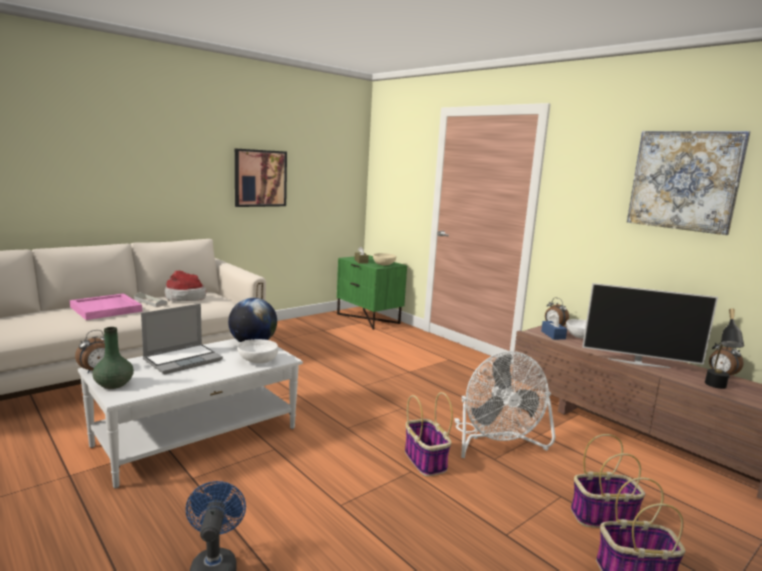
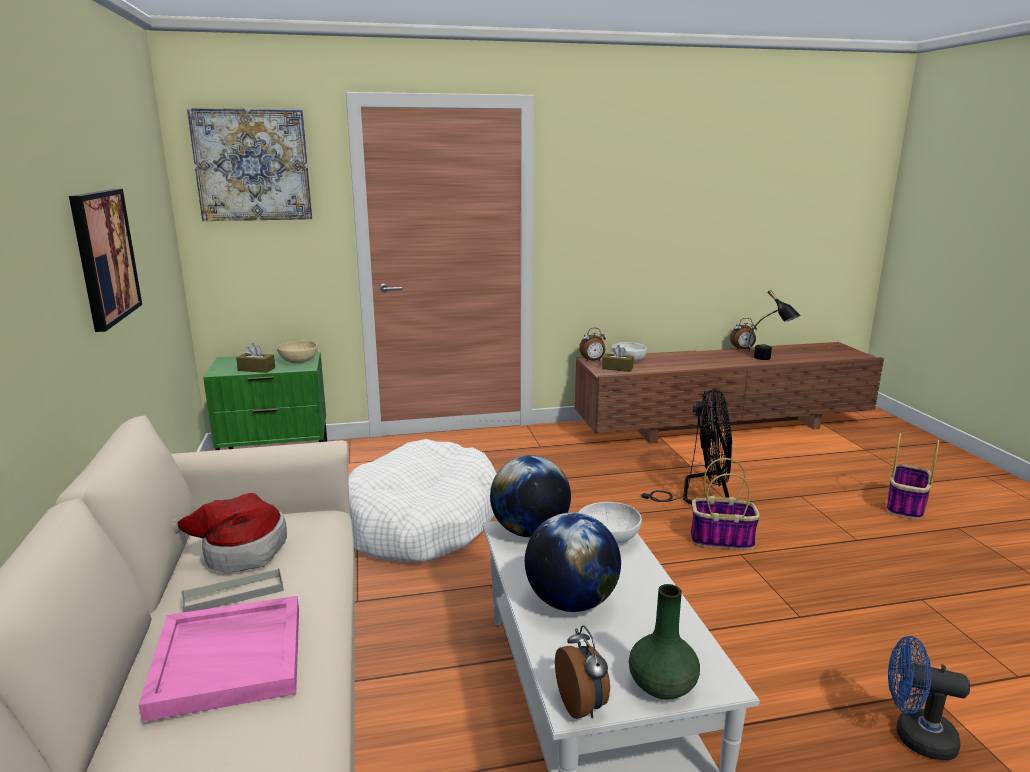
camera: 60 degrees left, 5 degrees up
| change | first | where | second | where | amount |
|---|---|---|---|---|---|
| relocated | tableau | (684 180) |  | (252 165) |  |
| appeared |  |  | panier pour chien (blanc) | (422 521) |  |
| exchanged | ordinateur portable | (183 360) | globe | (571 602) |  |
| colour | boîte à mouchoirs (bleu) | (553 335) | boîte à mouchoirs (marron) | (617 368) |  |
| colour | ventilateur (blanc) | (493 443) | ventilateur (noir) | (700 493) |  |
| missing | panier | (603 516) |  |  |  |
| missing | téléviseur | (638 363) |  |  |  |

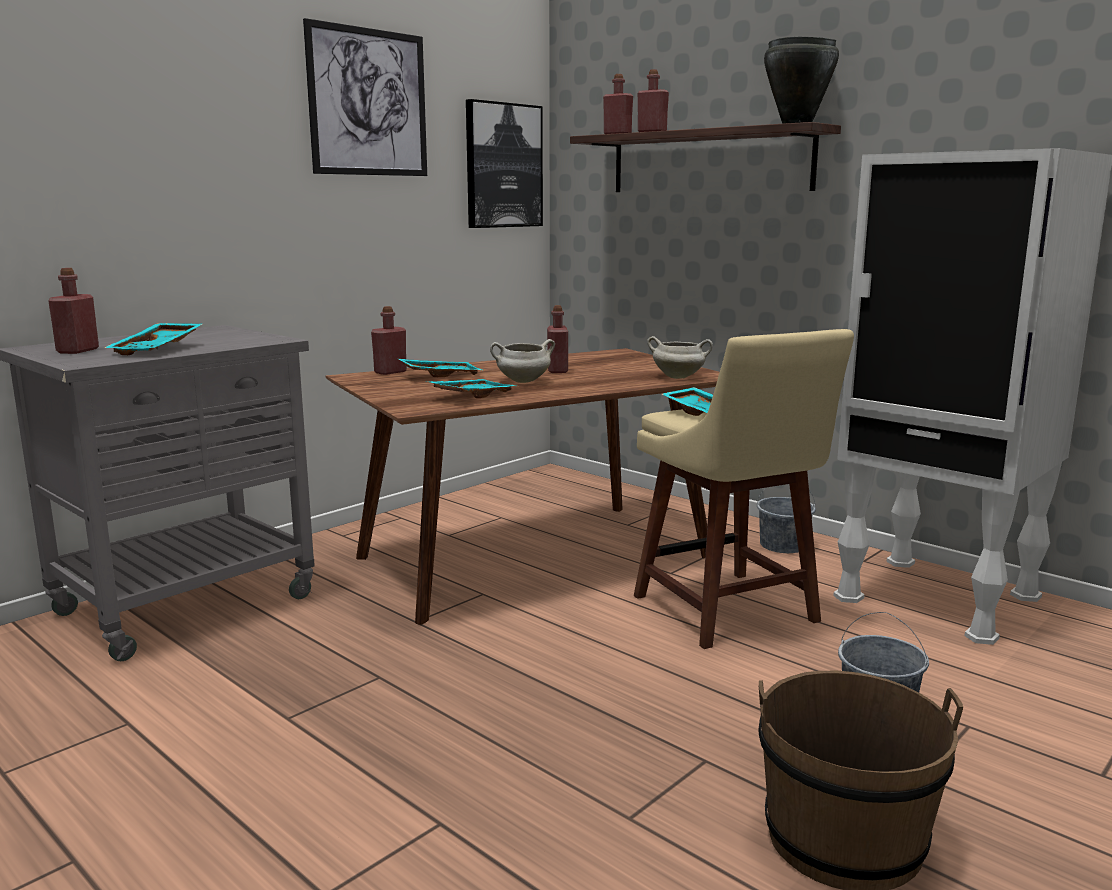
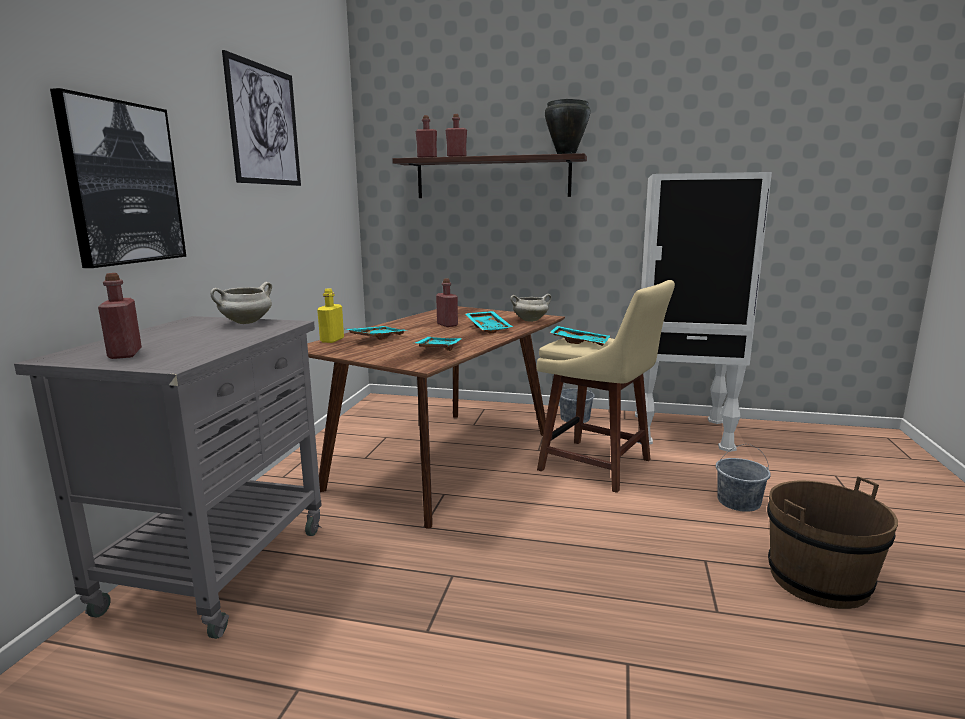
camera: 30 degrees left, 0 degrees up
| change | first | where | second | where | amount |
|---|---|---|---|---|---|
| relocated | tableau | (503 166) |  | (122 183) |  |
| relocated | marmite (blanc) | (522 381) |  | (246 323) |  |
| colour | bouteille (rouge) | (390 372) | bouteille (jaune) | (332 340) |  |
| relocated | plateau (turquoise) | (159 349) |  | (489 328) |  |

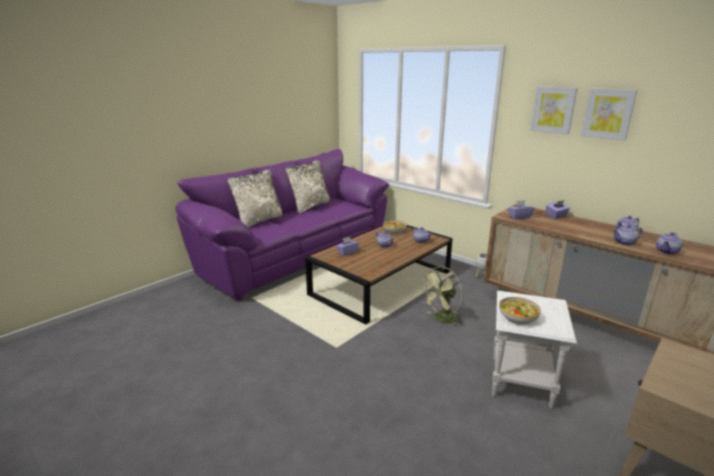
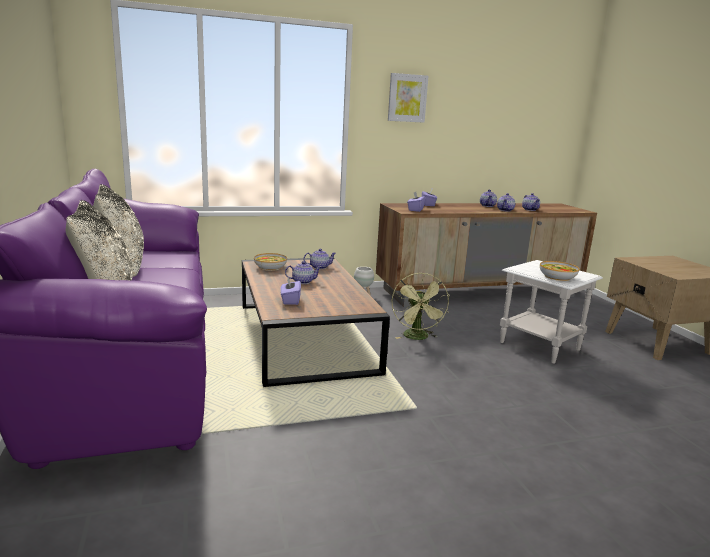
camera: 60 degrees left, 5 degrees down
| change | first | where | second | where | amount |
|---|---|---|---|---|---|
| missing | tableau | (608 114) |  |  |  |

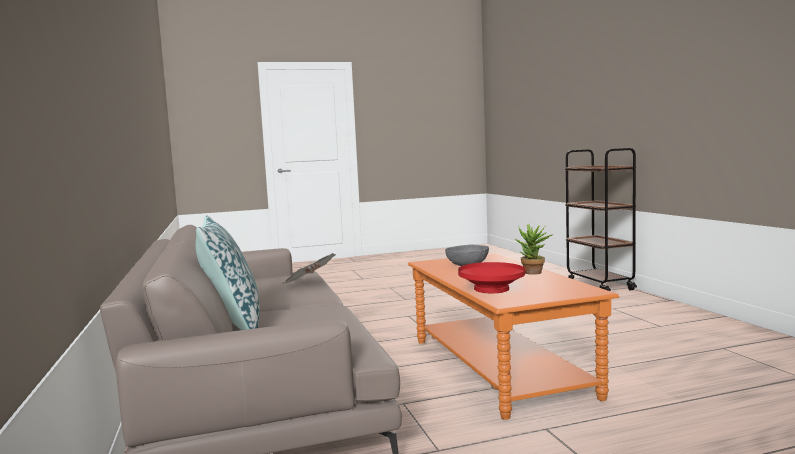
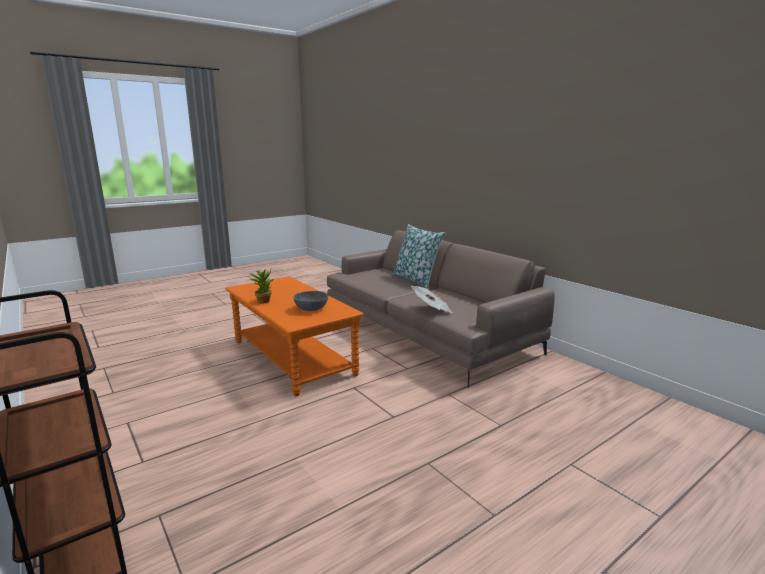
camera: 160 degrees right, 10 degrees up
| change | first | where | second | where | amount |
|---|---|---|---|---|---|
| missing | bol (rouge) | (492 289) |  |  |  |

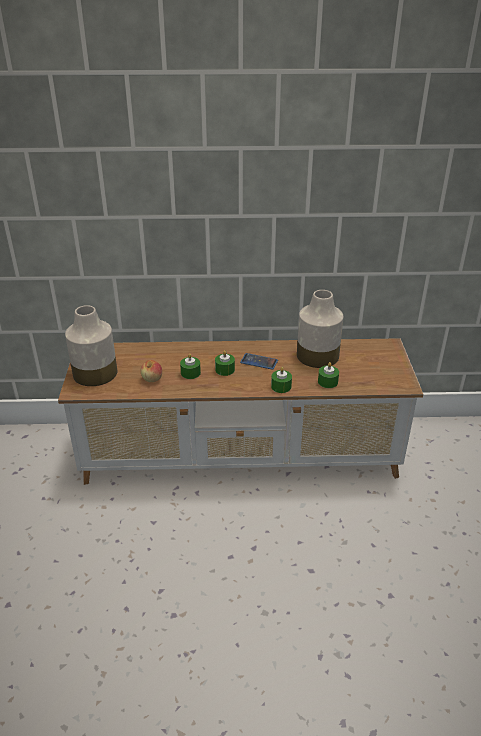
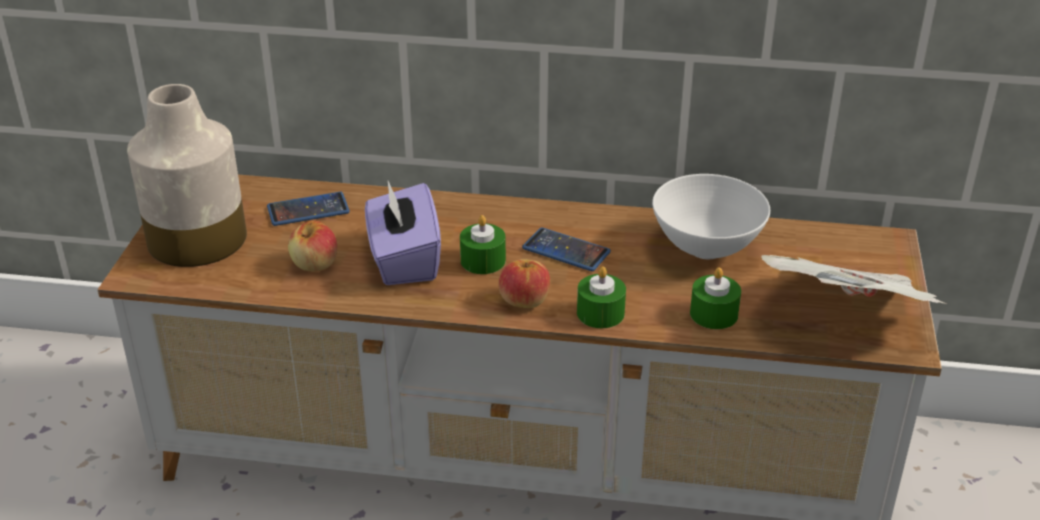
camera: 10 degrees right, 0 degrees up
| change | first | where | second | where | amount |
|---|---|---|---|---|---|
| appeared |  |  | téléphone | (308 210) |  |
| exchanged | bougie (vert) | (190 373) | boîte à mouchoirs (violet) | (404 260) |  |
| appeared |  |  | pomme | (524 300) |  |
| exchanged | vase (beige) | (318 355) | bol (blanc) | (707 249) |  |
| appeared |  |  | journal | (849 317) |  |

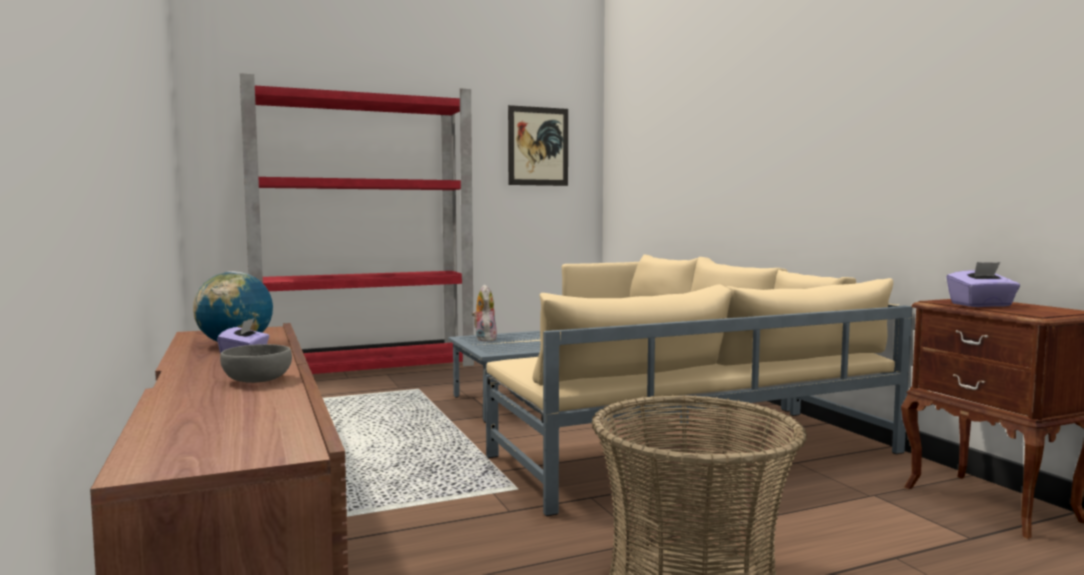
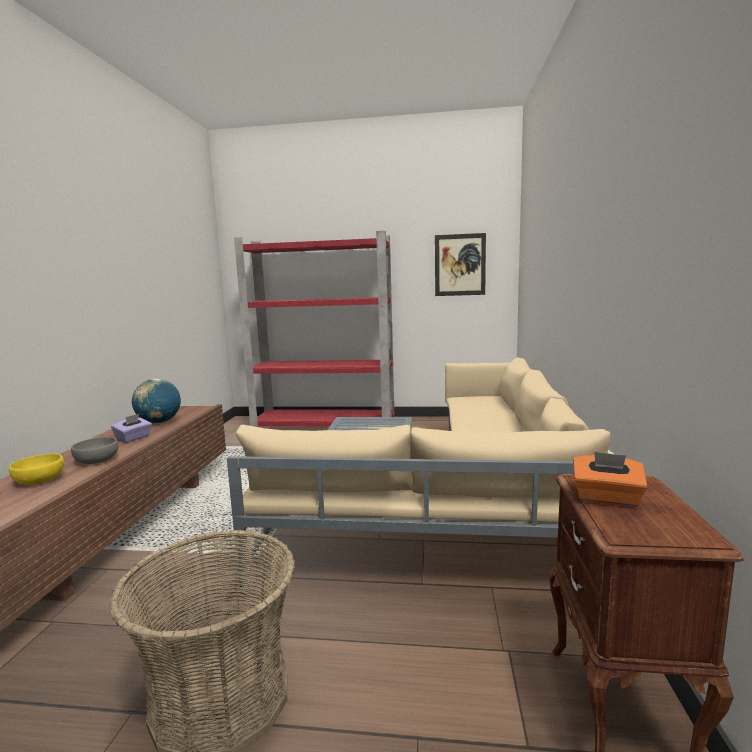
camera: 30 degrees right, 5 degrees up
| change | first | where | second | where | amount |
|---|---|---|---|---|---|
| appeared |  |  | bol (jaune) | (39 480) |  |
| colour | boîte à mouchoirs (violet) | (981 305) | boîte à mouchoirs (orange) | (606 498) |  |
| missing | peluche | (484 339) |  |  |  |

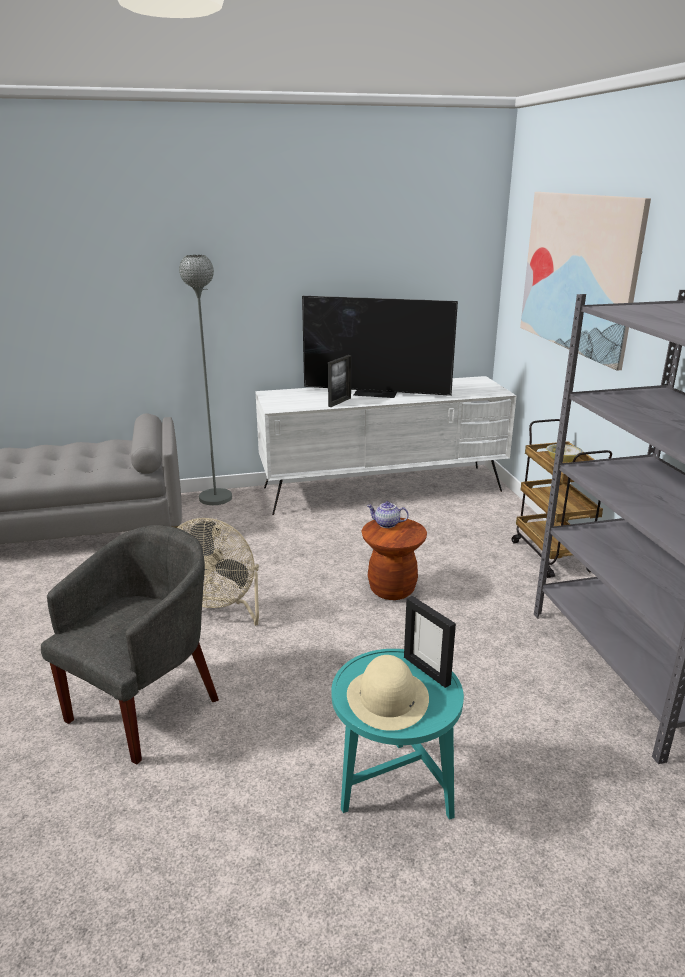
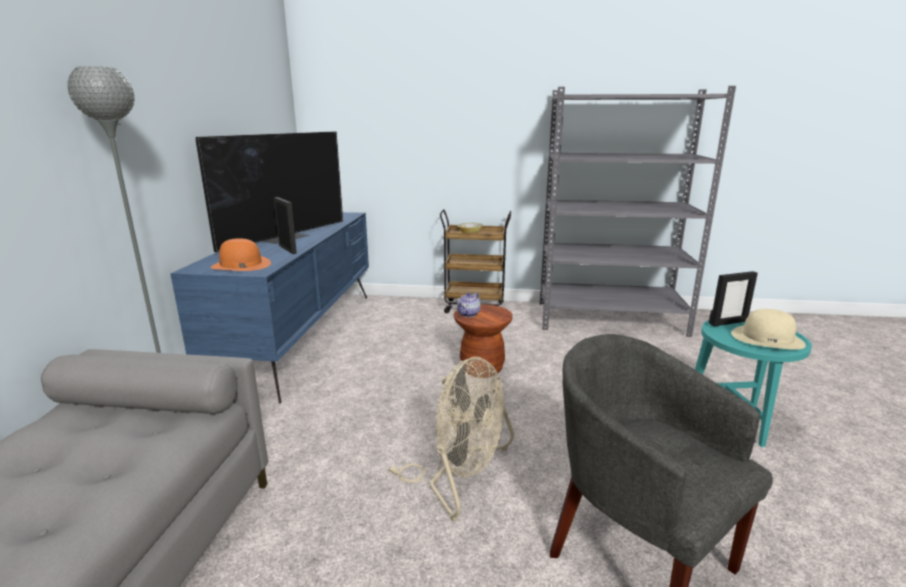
camera: 70 degrees left, 5 degrees down
| change | first | where | second | where | amount |
|---|---|---|---|---|---|
| colour | meuble télé (blanc) | (383 489) | meuble télé (bleu) | (302 337) |  |
| appeared |  |  | chapeau (orange) | (241 265) |  |
| missing | tableau | (578 273) |  |  |  |

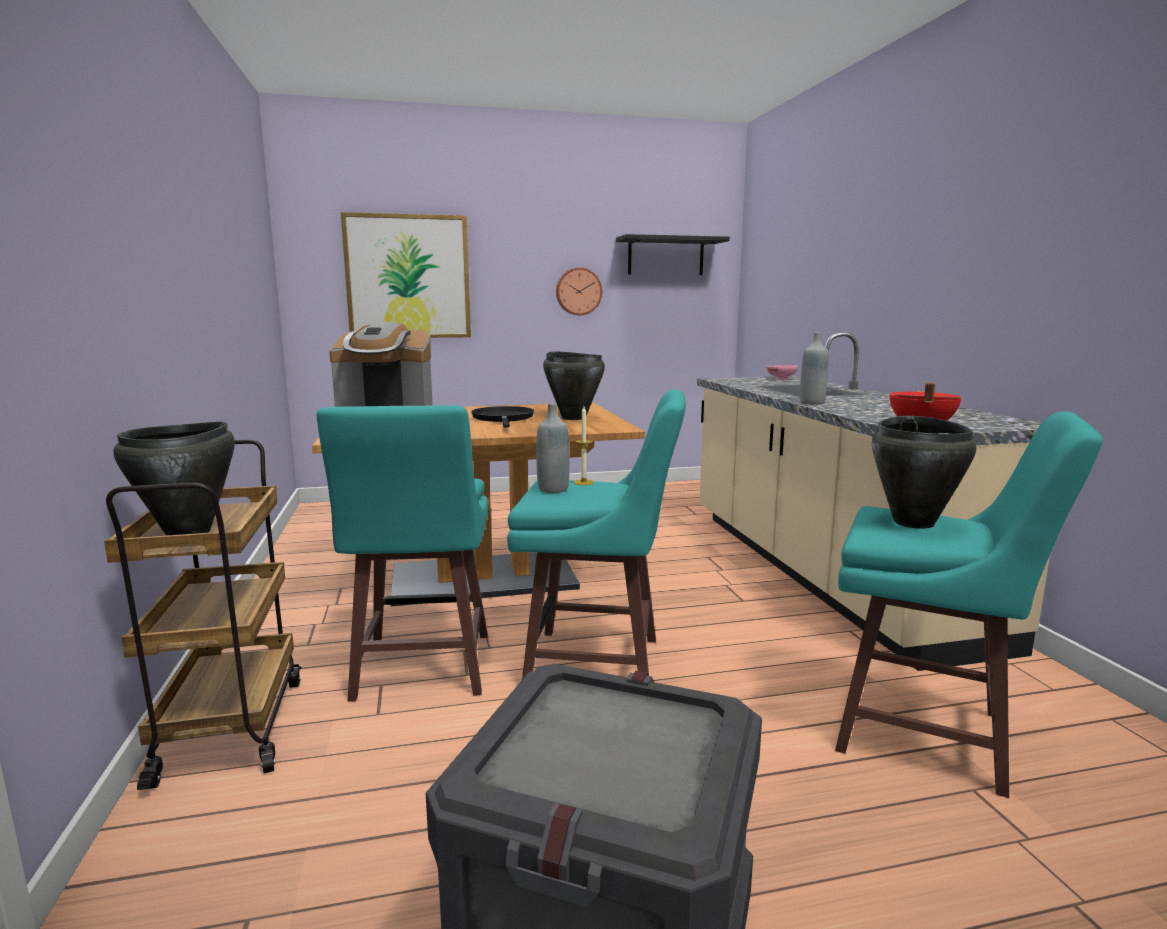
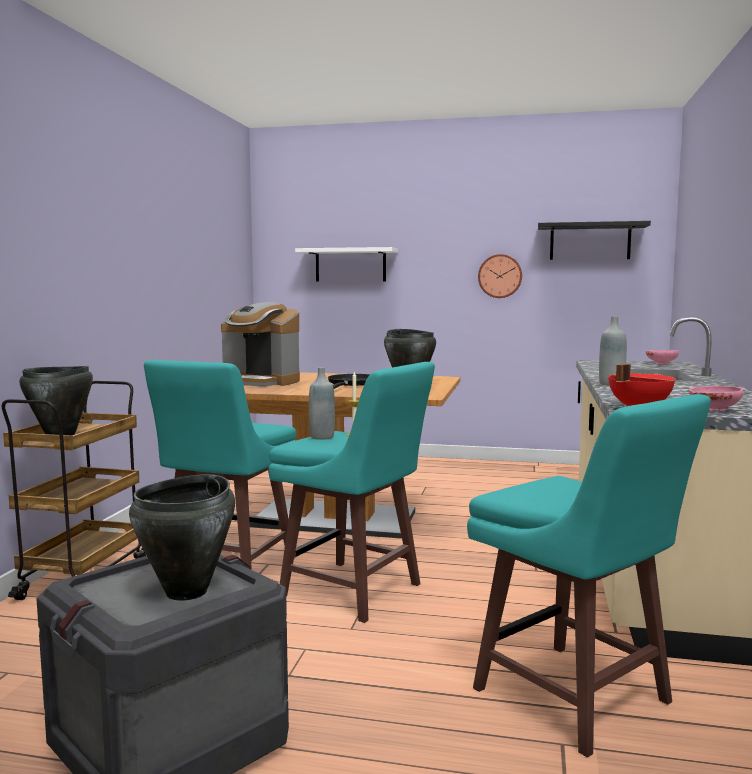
camera: 25 degrees right, 5 degrees down
| change | first | where | second | where | amount |
|---|---|---|---|---|---|
| relocated | marmite (noir) | (914 522) |  | (188 592) |  |
| exchanged | tableau | (408 277) | étagère (blanc) | (350 265) |  |
| appeared |  |  | bol (rose) | (713 409) |  |

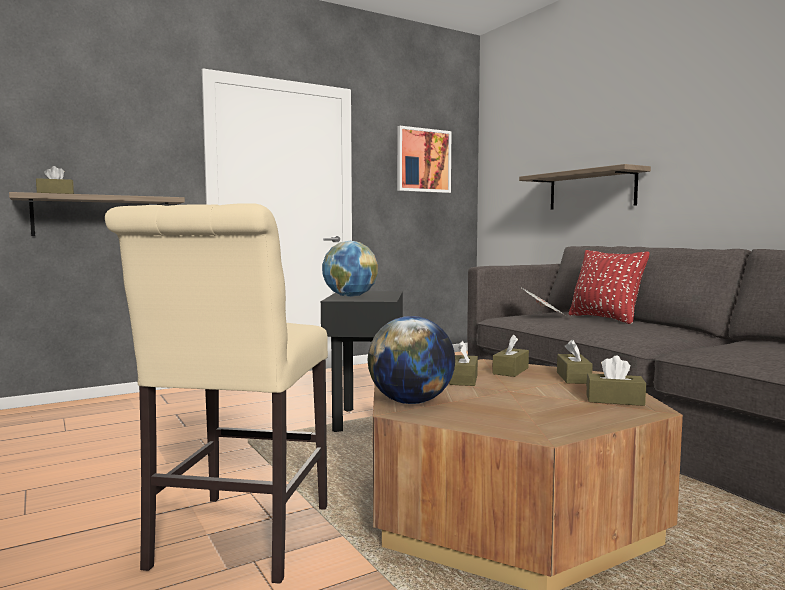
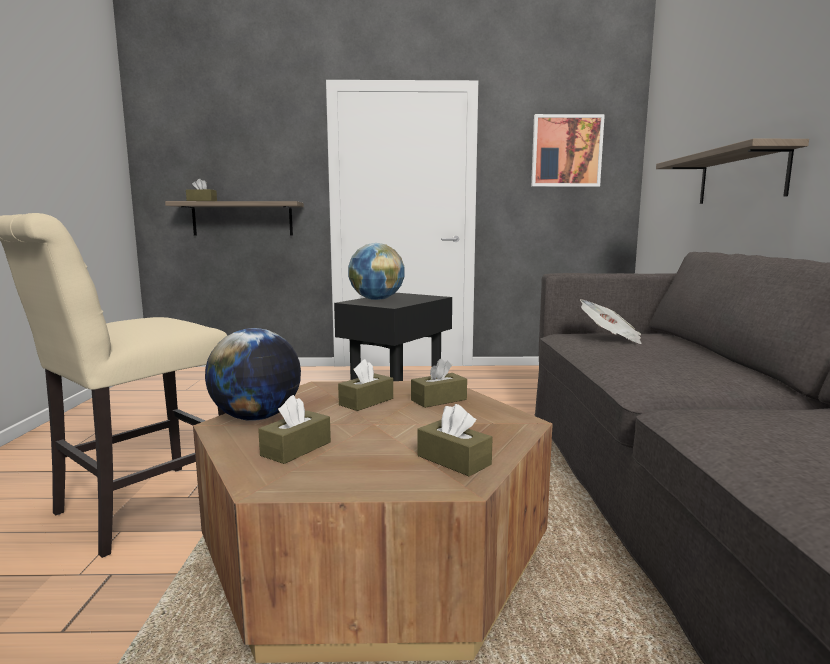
camera: 30 degrees right, 5 degrees up
| change | first | where | second | where | amount |
|---|---|---|---|---|---|
| relocated | boîte à mouchoirs (marron) | (573 378) |  | (296 448) |  |
| missing | coussin (rouge) | (605 318) |  |  |  |

